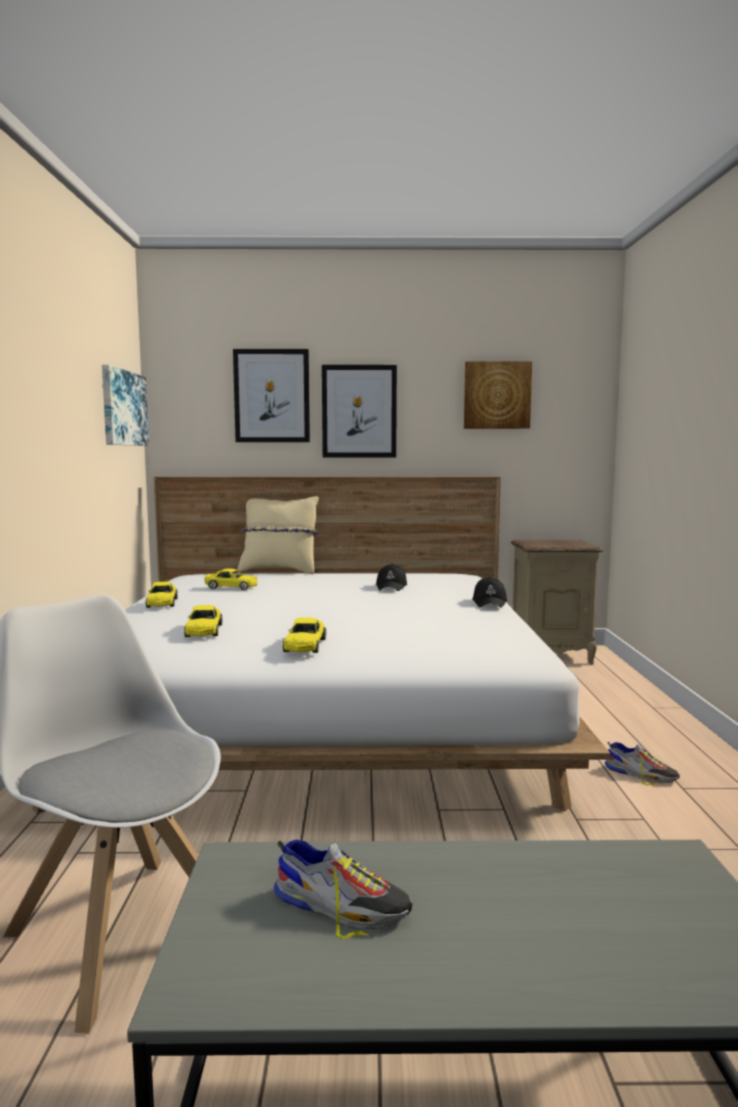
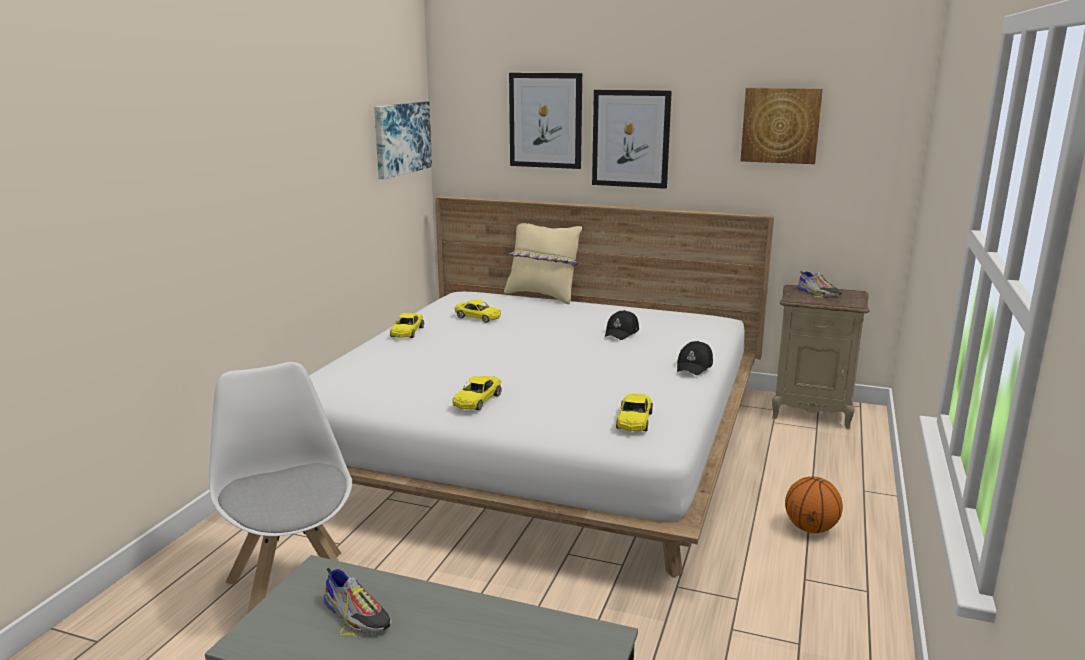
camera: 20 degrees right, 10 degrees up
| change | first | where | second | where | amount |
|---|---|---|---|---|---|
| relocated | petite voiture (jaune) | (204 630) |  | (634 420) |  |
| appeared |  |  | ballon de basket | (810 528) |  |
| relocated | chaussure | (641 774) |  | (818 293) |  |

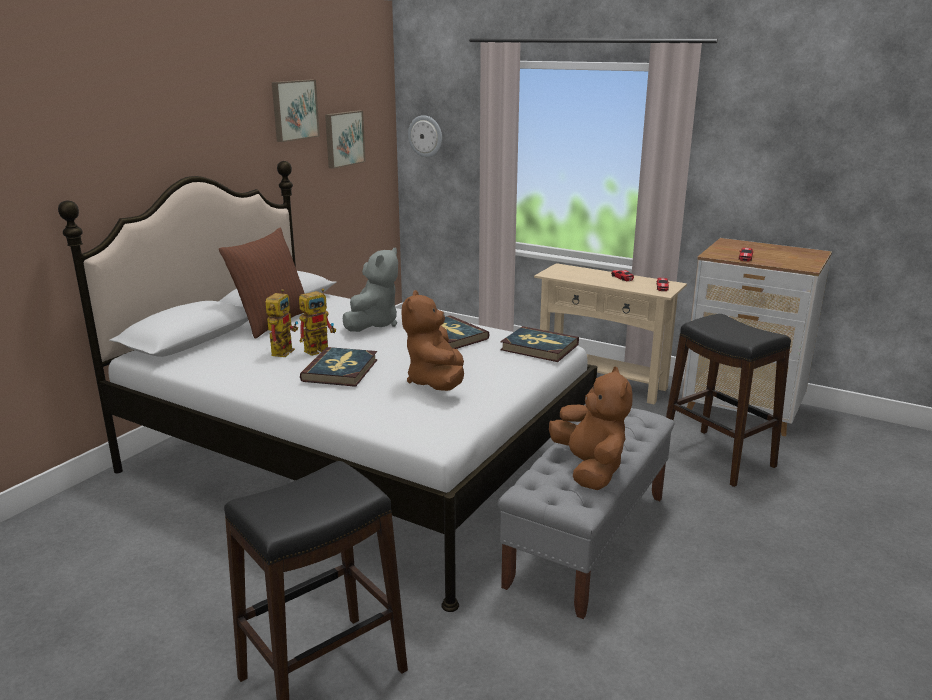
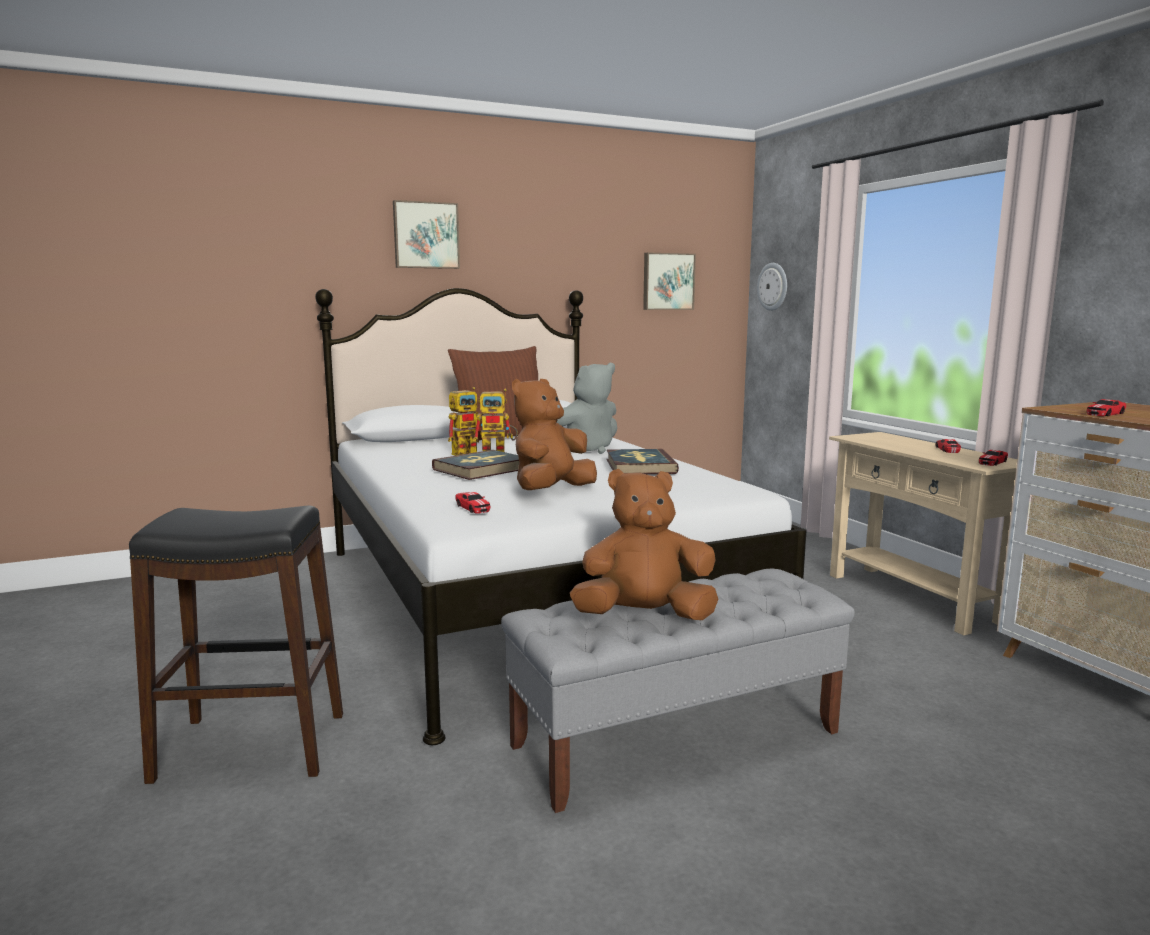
camera: 35 degrees right, 10 degrees down
| change | first | where | second | where | amount |
|---|---|---|---|---|---|
| relocated | tableau | (294 110) |  | (426 235) |  |
| appeared |  |  | petite voiture | (473 507) |  |
| spun | peluche (marron) | (590 469) |  | (644 617) | 120 degrees counterclockwise |
| missing | livre | (539 347) |  |  |  |
| missing | tabouret (noir) | (718 457) |  |  |  |

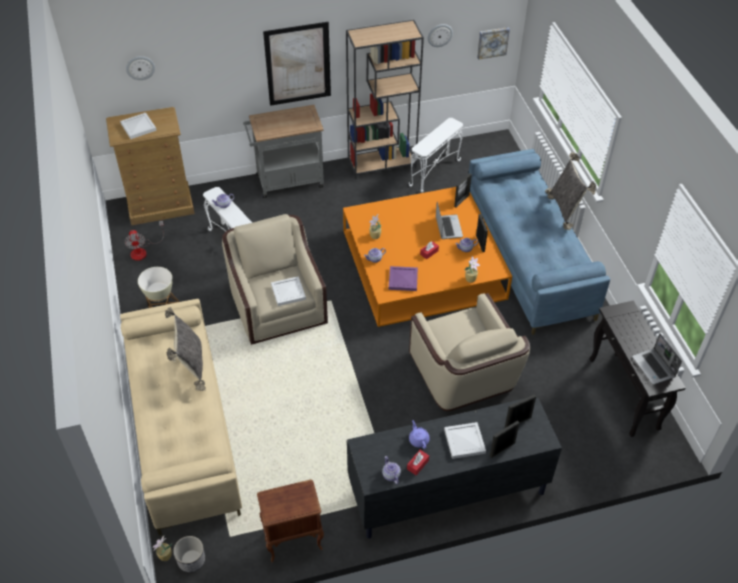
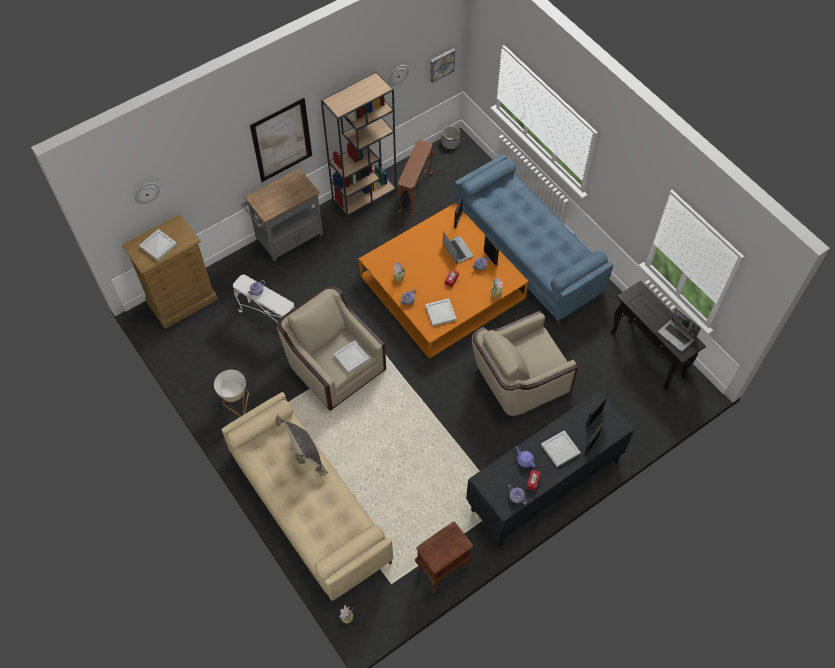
camera: 20 degrees left, 10 degrees up
| change | first | where | second | where | amount |
|---|---|---|---|---|---|
| colour | table d'appoint (blanc) | (434 173) | table d'appoint (marron) | (415 192) |  |
| colour | plateau (violet) | (403 280) | plateau (blanc) | (441 313) |  |
| relocated | cache-pot | (191 560) |  | (450 143) |  |
| spun | fauteuil (beige) | (464 375) |  | (518 379) | 105 degrees clockwise |
| missing | ventilateur | (143 251) |  |  |  |
| missing | coussin | (566 212) |  |  |  |

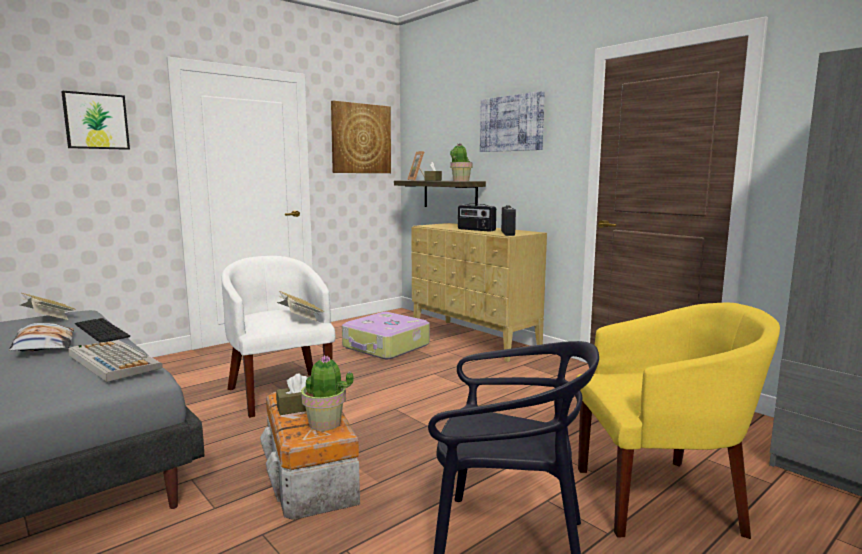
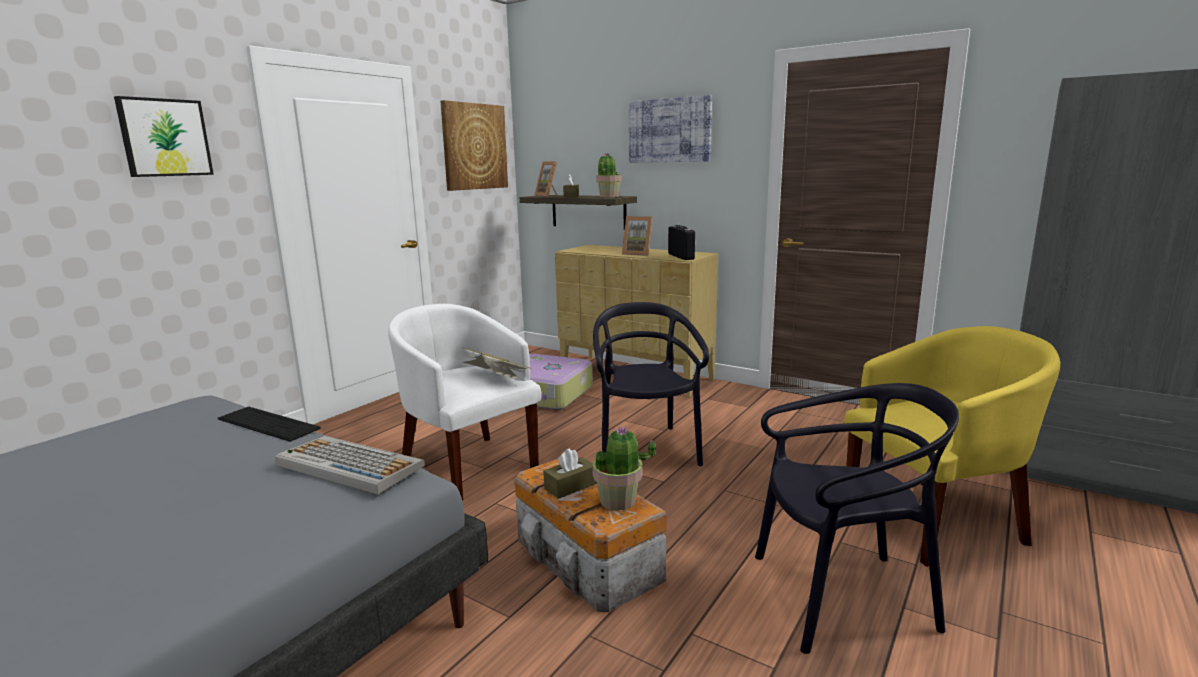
camera: 15 degrees left, 5 degrees up
| change | first | where | second | where | amount |
|---|---|---|---|---|---|
| appeared |  |  | chaise (noir) | (645 449) |  |
| exchanged | radio | (476 230) | cadre photo | (638 253) |  |
| missing | coussin | (43 345) |  |  |  |
| missing | livre | (48 318) |  |  |  |

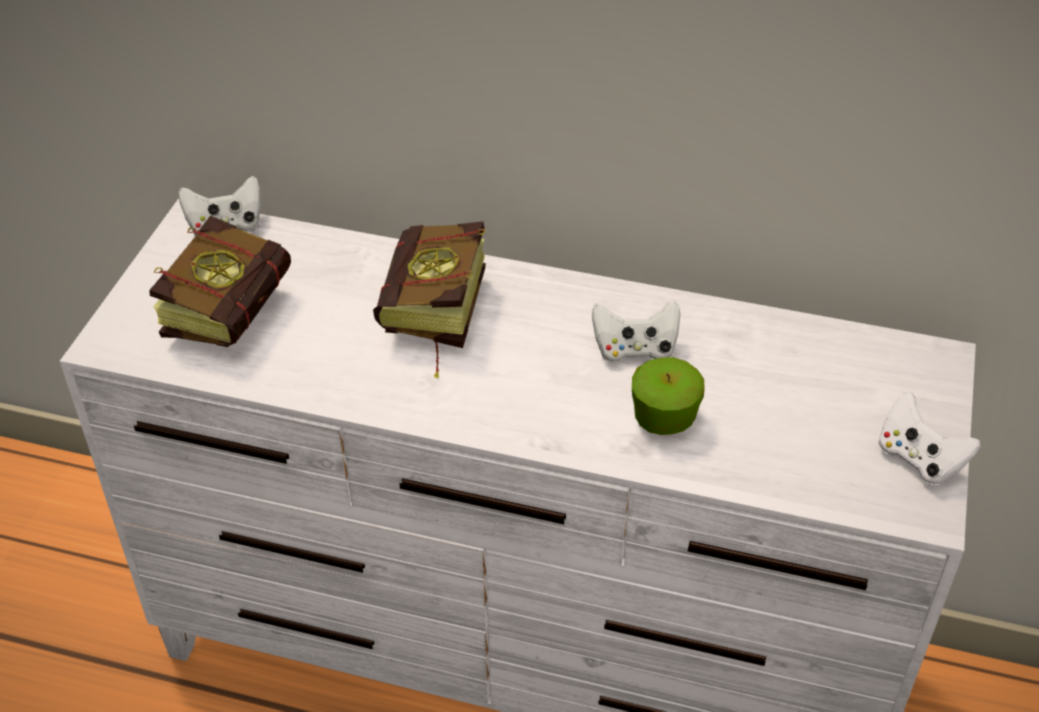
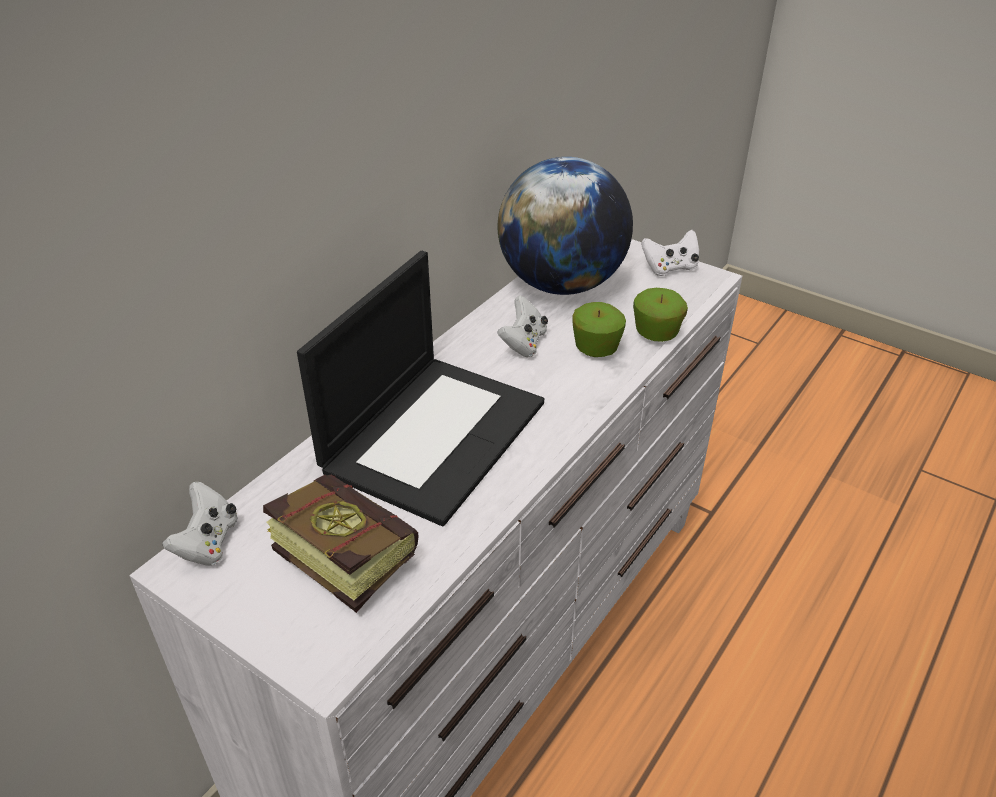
camera: 70 degrees left, 5 degrees down
| change | first | where | second | where | amount |
|---|---|---|---|---|---|
| exchanged | livre | (431 322) | ordinateur portable | (434 434) |  |
| appeared |  |  | globe | (562 284) |  |
| appeared |  |  | pomme | (656 333) |  |

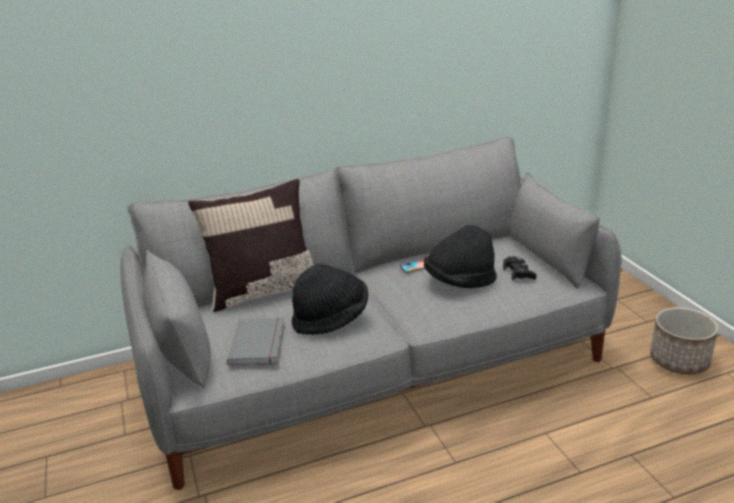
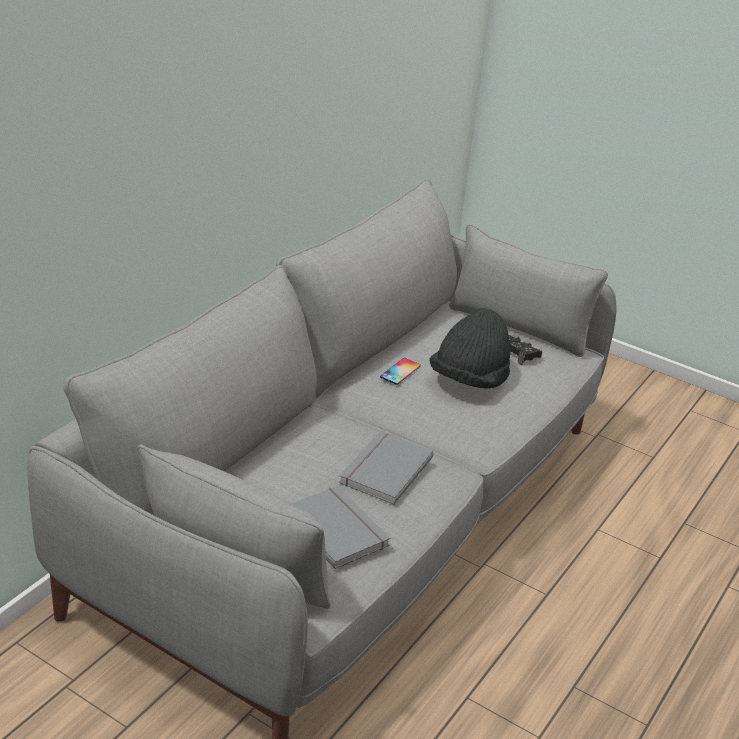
camera: 40 degrees left, 5 degrees up
| change | first | where | second | where | amount |
|---|---|---|---|---|---|
| exchanged | chapeau (noir) | (331 319) | livre (gris) | (383 470) |  |
| missing | coussin | (264 291) |  |  |  |
| missing | cache-pot | (679 361) |  |  |  |

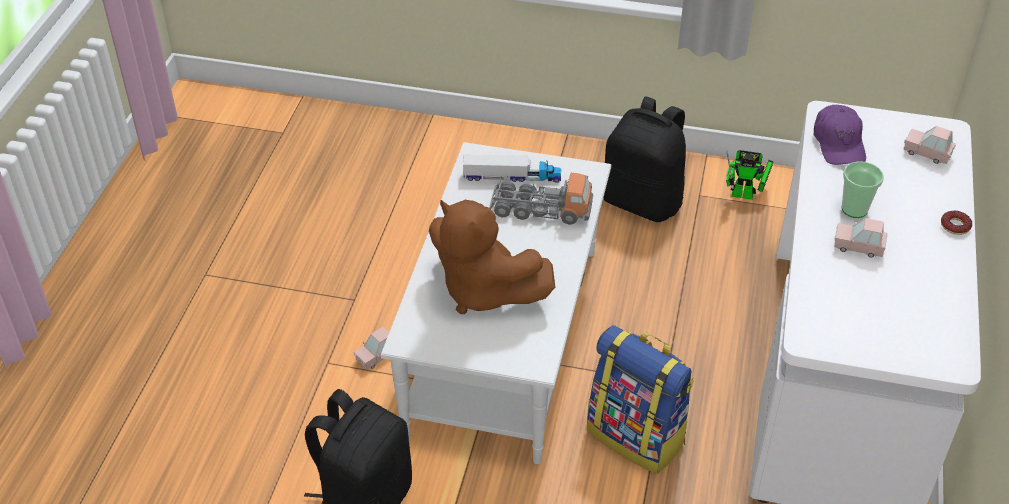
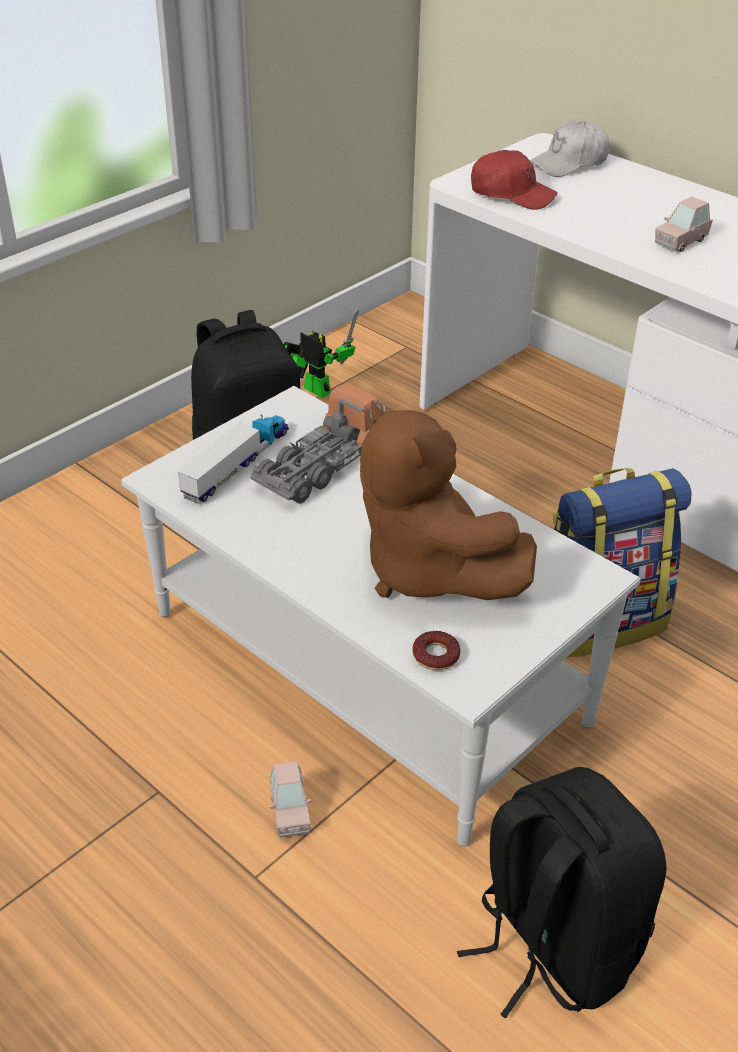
camera: 60 degrees left, 5 degrees down
| change | first | where | second | where | amount |
|---|---|---|---|---|---|
| spun | robot jouet | (746 195) |  | (313 388) | 90 degrees counterclockwise |
| spun | peluche (marron) | (483 290) |  | (427 571) | 75 degrees clockwise |
| relocated | beignet | (955 226) |  | (436 655) |  |
| colour | casquette (violet) | (838 143) | casquette (rouge) | (511 194) |  |
| exchanged | petite voiture (rose) | (926 153) | casquette (blanc) | (569 163) |  |
| missing | tasse | (854 209) |  |  |  |

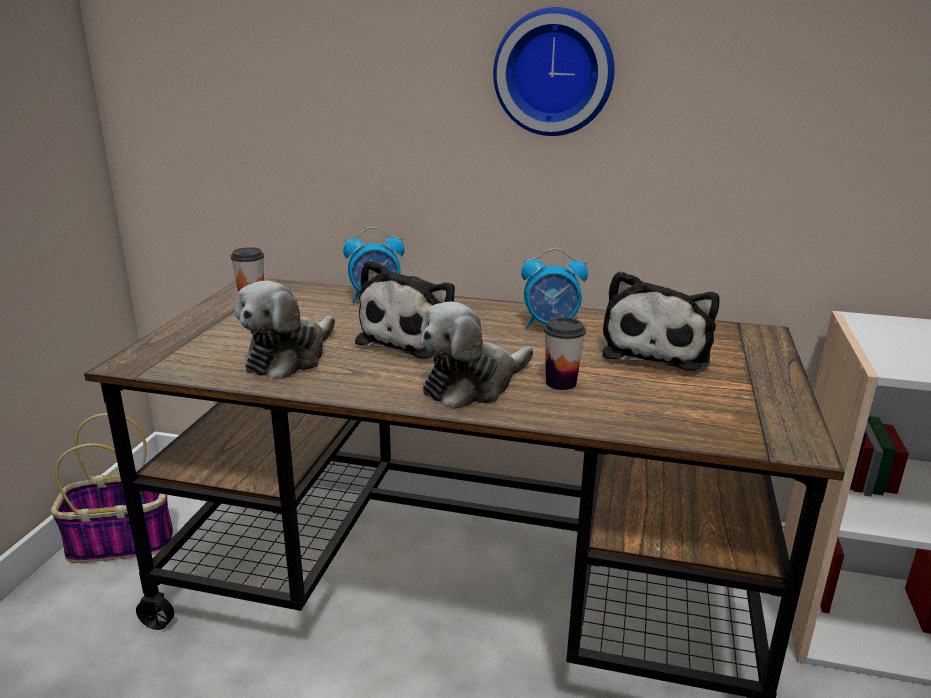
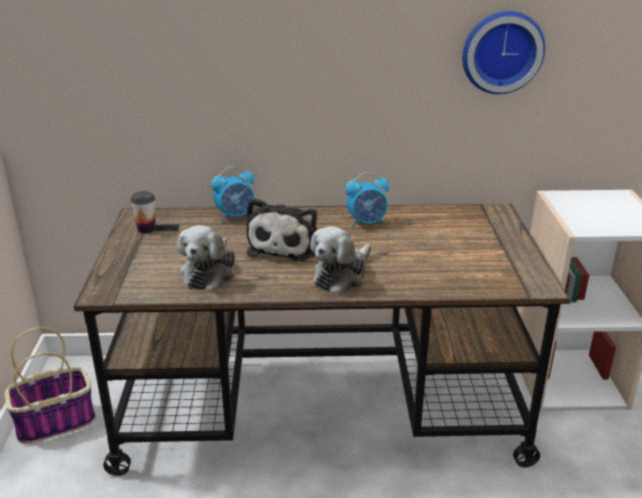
camera: 15 degrees left, 5 degrees up
| change | first | where | second | where | amount |
|---|---|---|---|---|---|
| relocated | horloge murale | (554 72) |  | (501 51) |  |
| missing | tasse | (561 383) |  |  |  |
| missing | peluche | (657 350) |  |  |  |

